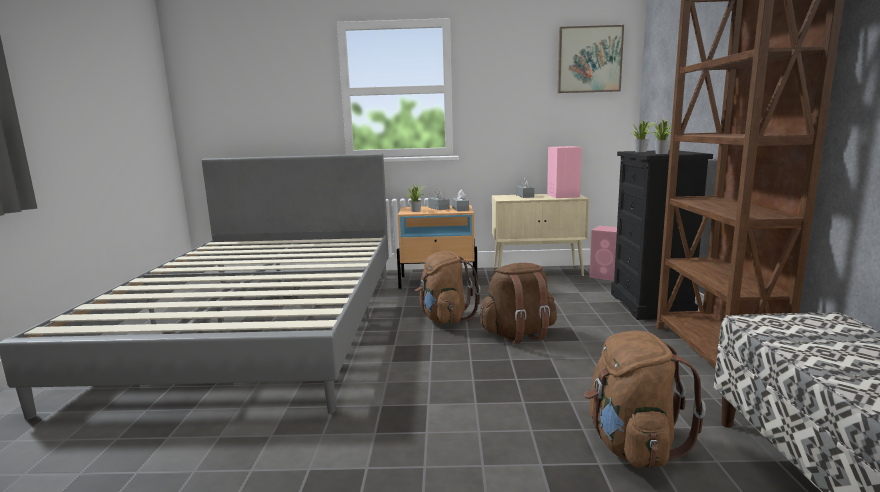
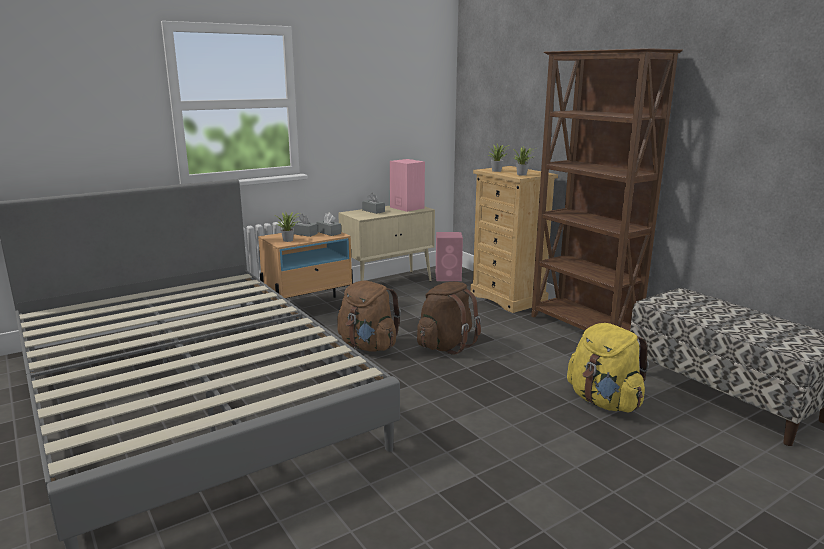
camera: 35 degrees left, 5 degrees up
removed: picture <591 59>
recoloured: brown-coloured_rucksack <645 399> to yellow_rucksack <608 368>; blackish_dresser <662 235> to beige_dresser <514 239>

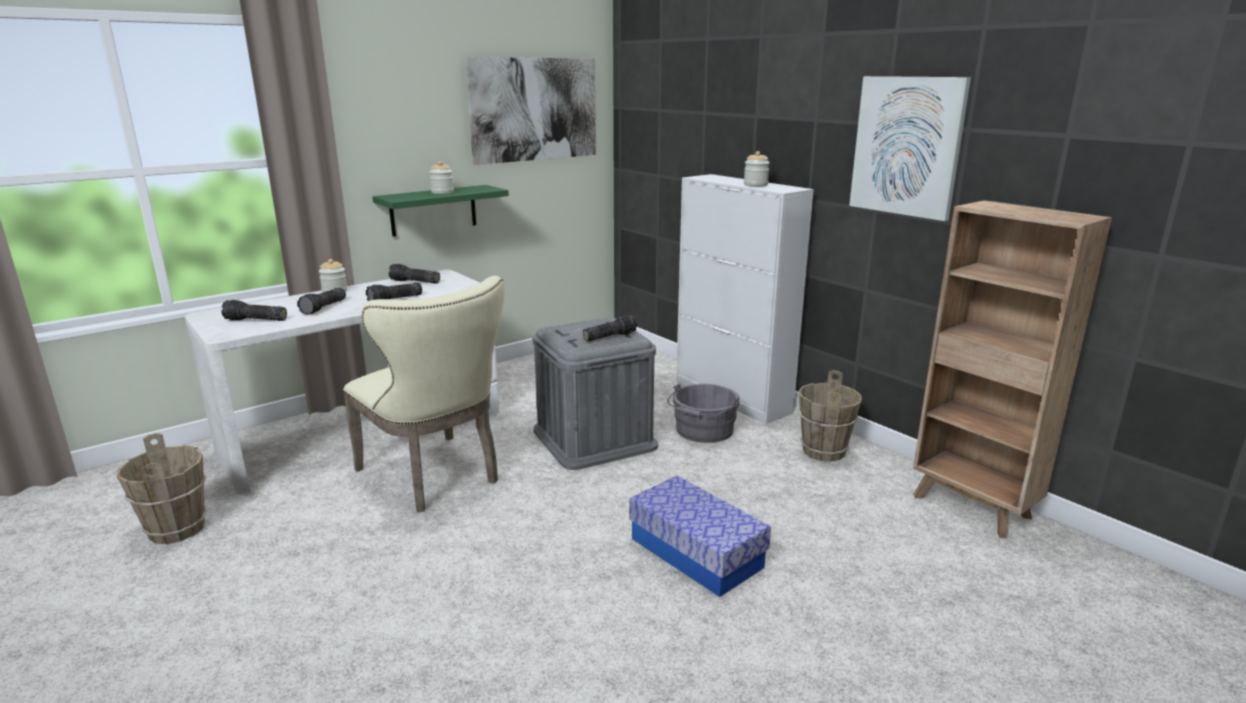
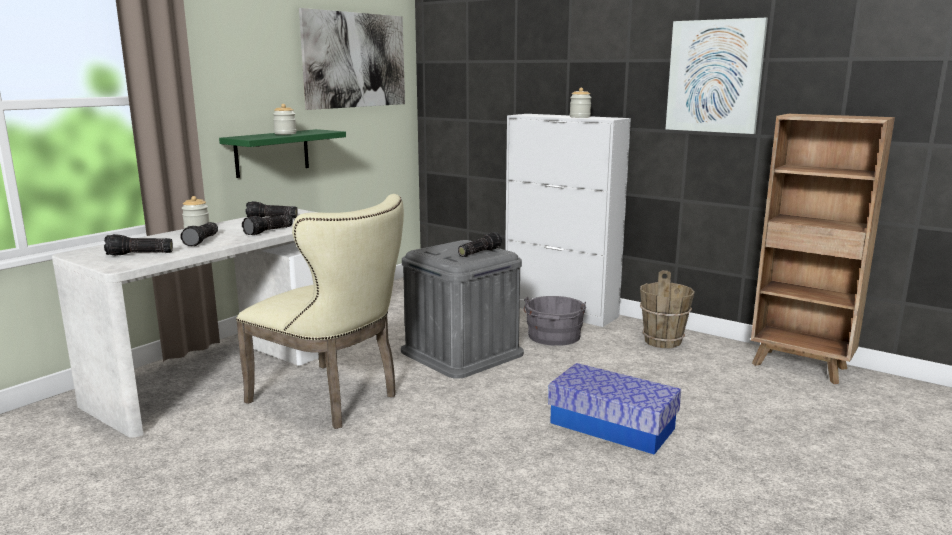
camera: 15 degrees left, 5 degrees down
removed: brown-coloured_pail <162 488>

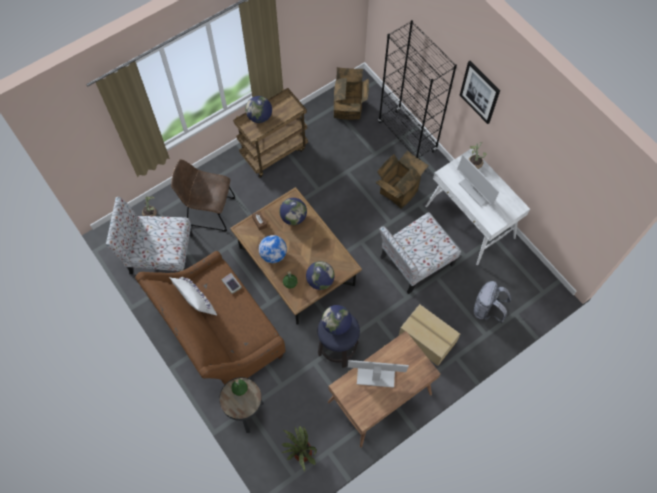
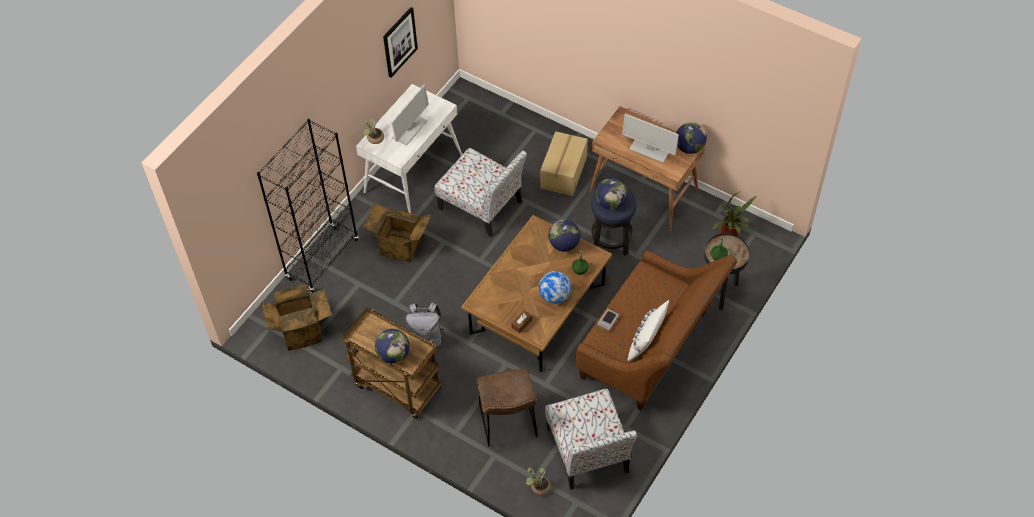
camera: 110 degrees left, 10 degrees down
moved: world_globe <293 211> to <691 138>; picture <480 92> to <400 42>; gray_rucksack <492 302> to <424 324>
turned: monitor <378 374> = <650 138> 45 degrees counterclockwise

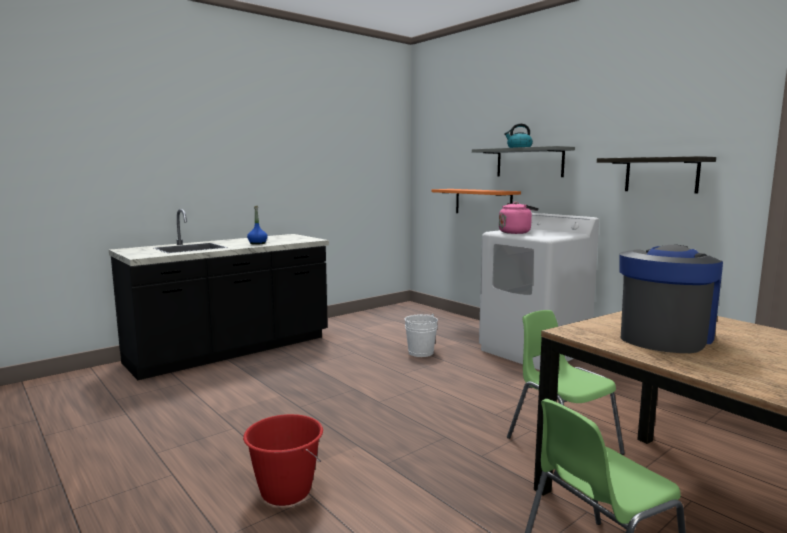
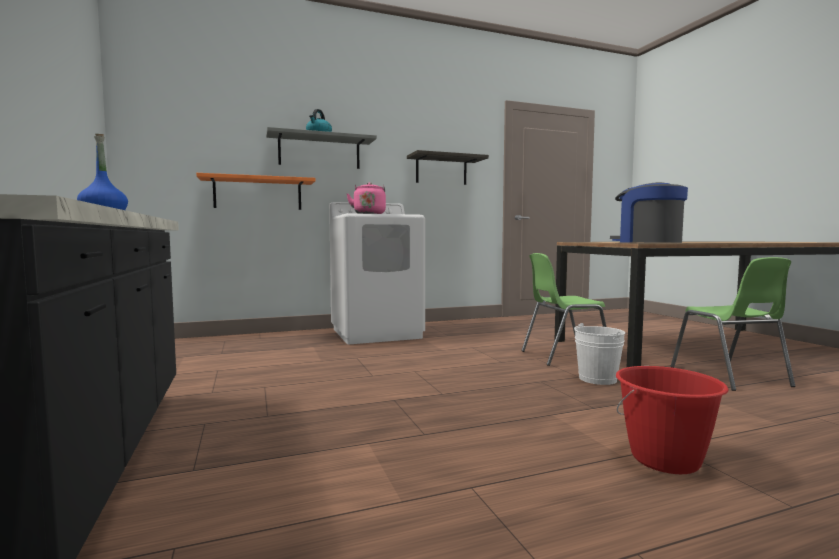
camera: 70 degrees left, 5 degrees down
moved: white-coloured_pail <421 335> to <599 354>

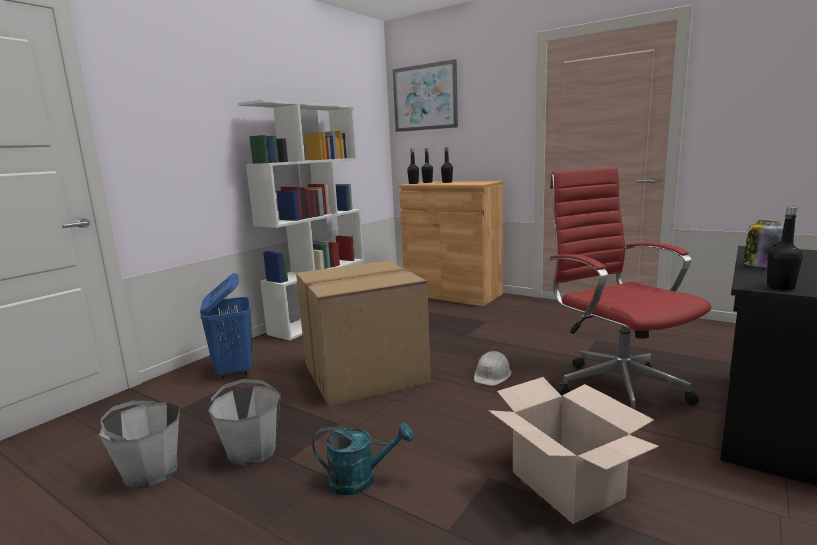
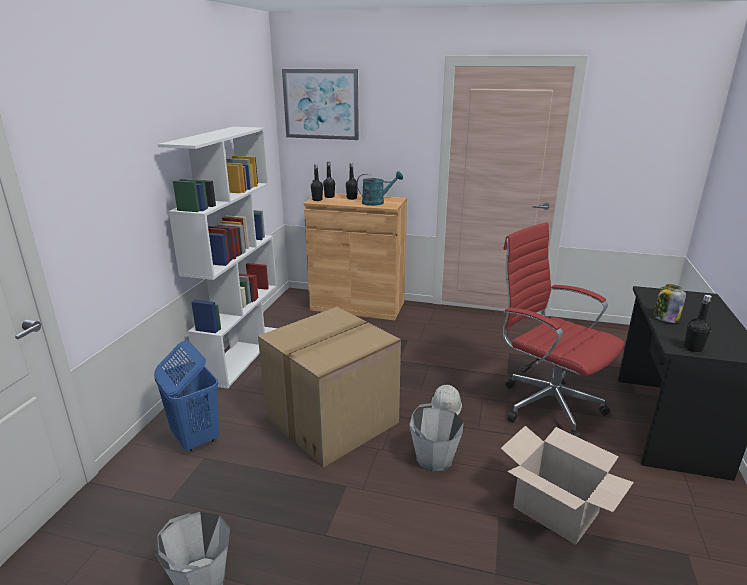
camera: 20 degrees left, 10 degrees up
moved: gray_pail <244 422> to <436 437>; turquoise_sprinkling_can <363 458> to <380 188>

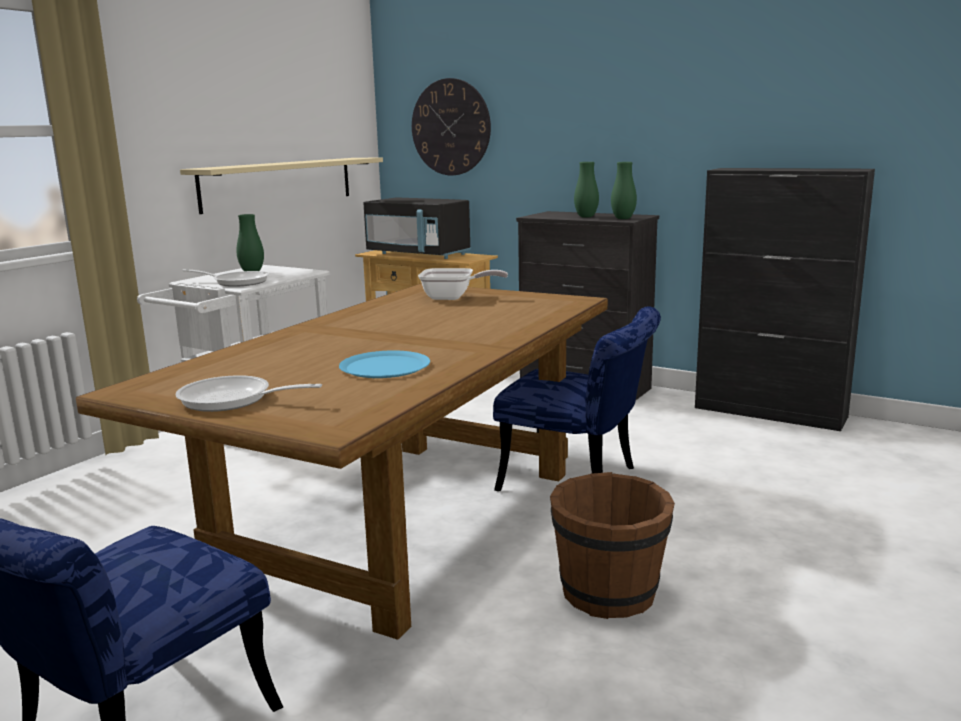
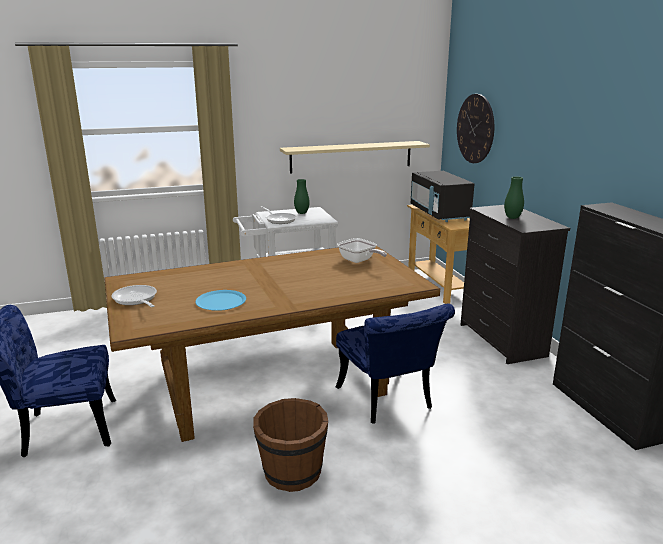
camera: 40 degrees right, 5 degrees up
removed: green_flower_vase <624 190>

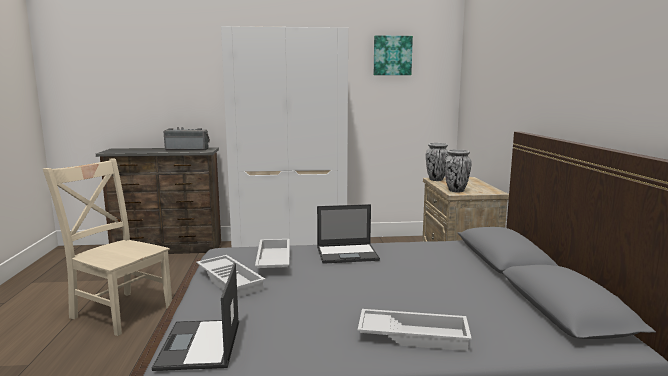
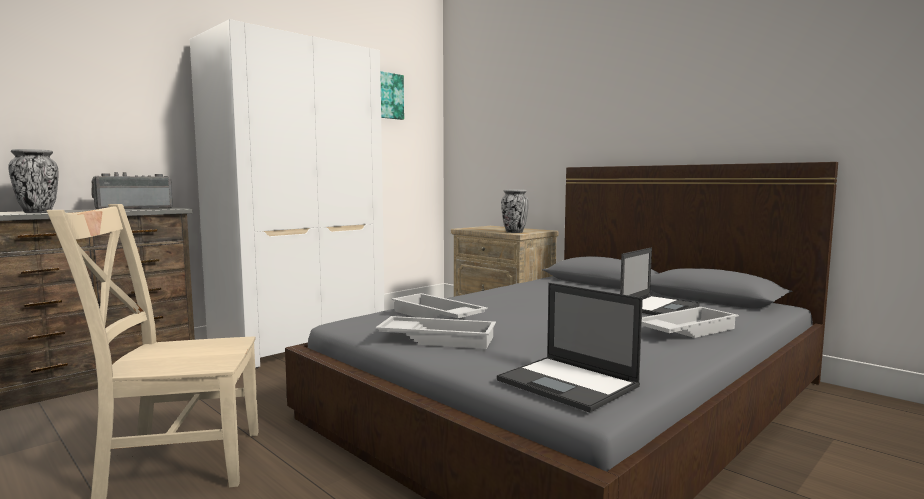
camera: 40 degrees left, 5 degrees down
moved: laptop <348 234> to <660 281>; flower_vase <437 162> to <33 181>

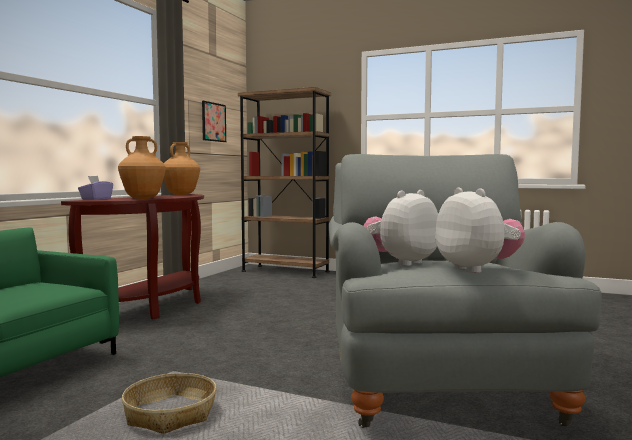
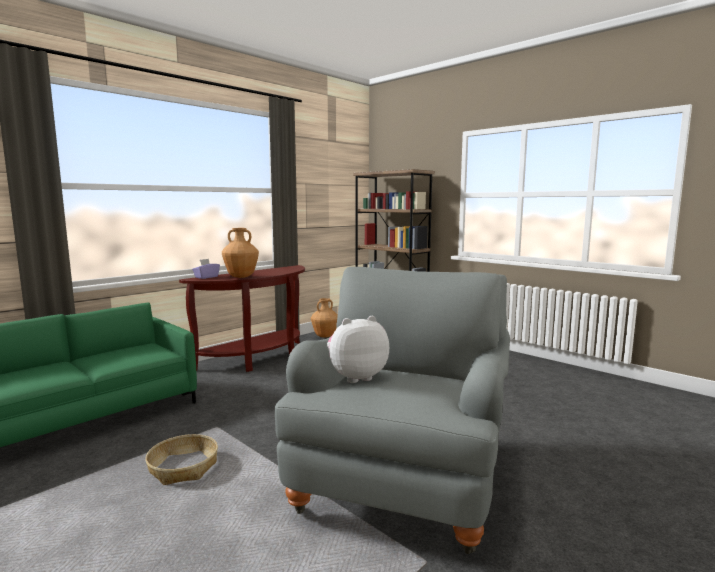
camera: 20 degrees right, 5 degrees up
removed: picture <214 121>; plush_toy <480 230>
moved: brown-coloured_flower_vase <181 168> to <324 318>

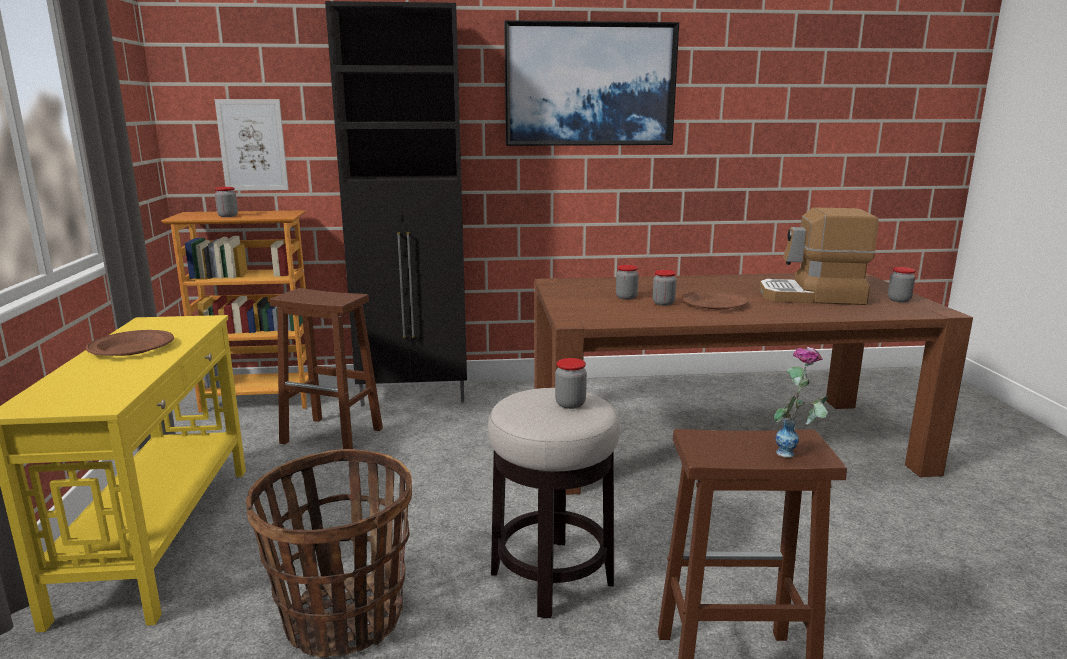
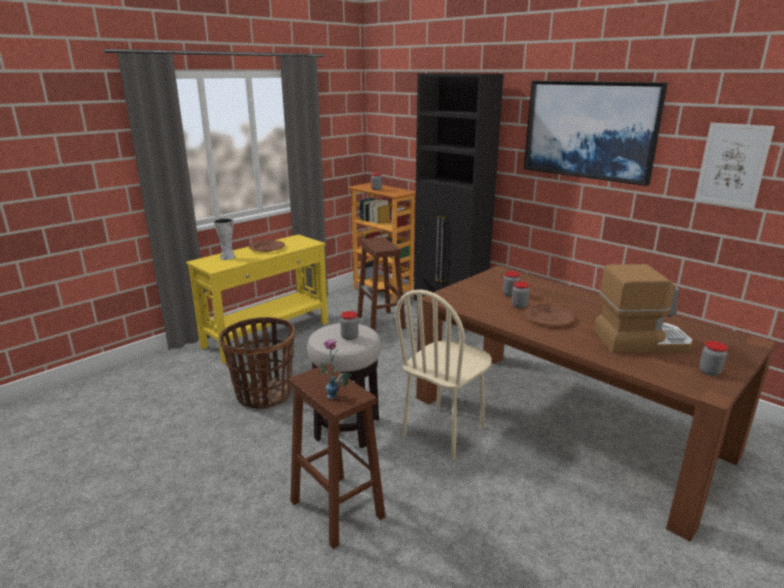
camera: 50 degrees right, 5 degrees up
added: flower_vase <224 239>; beige_upright_chair <443 374>
moved: picture <252 145> to <734 166>
turned: coffee_brewer <818 256> = <643 308> 120 degrees clockwise

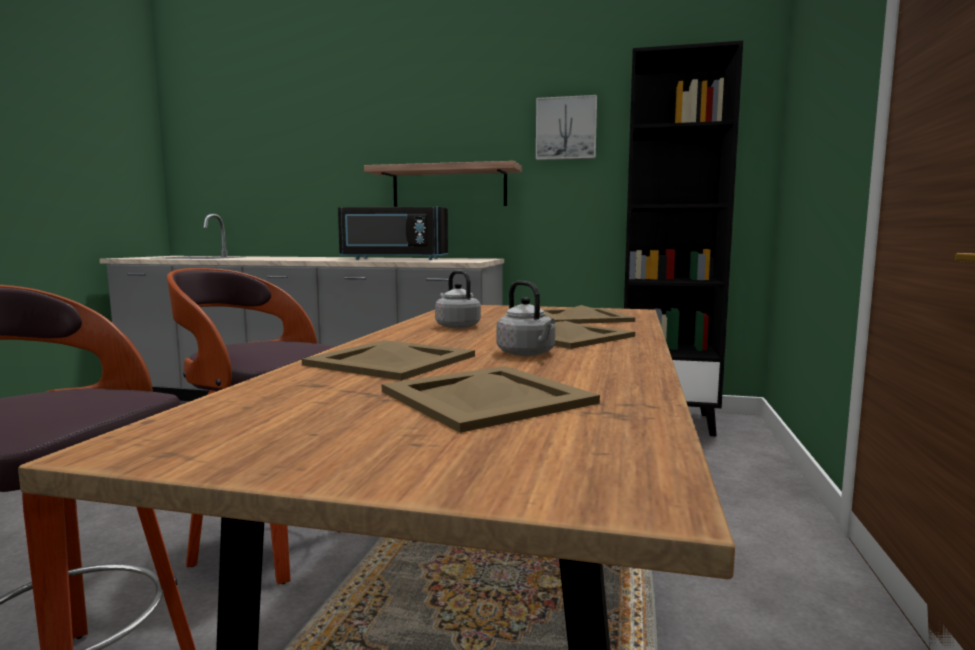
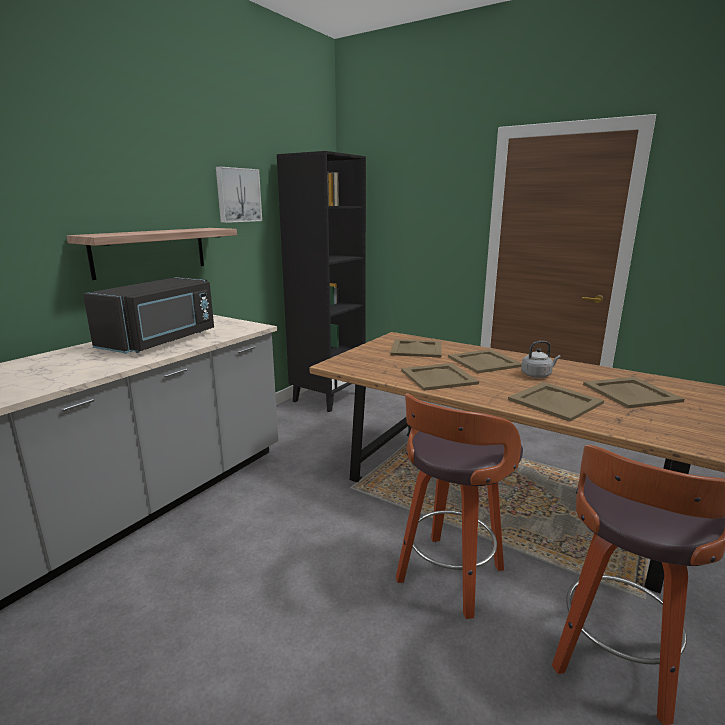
camera: 70 degrees left, 10 degrees up
replaced: gray_kettle <458 299> to beige_tray <440 377>

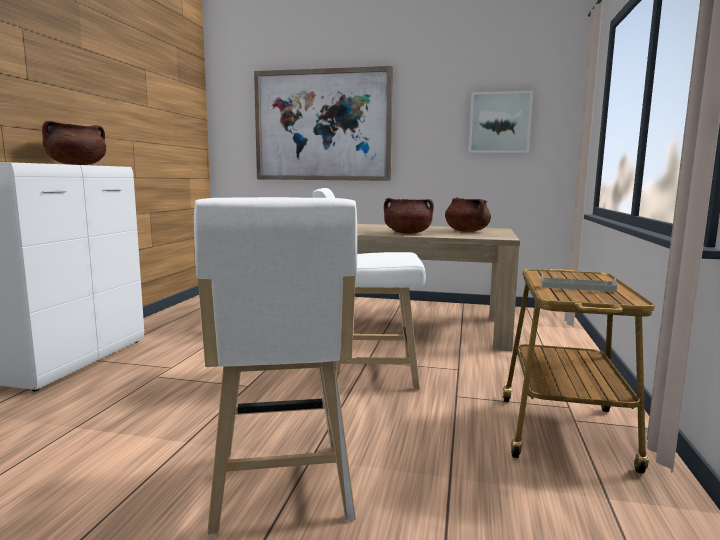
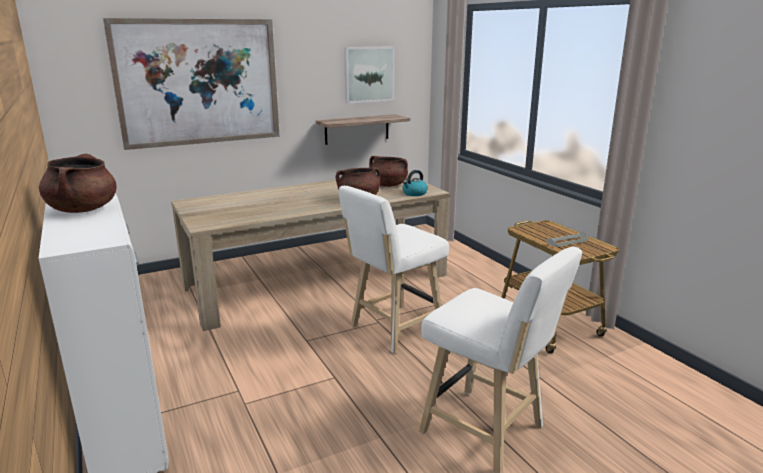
camera: 40 degrees left, 10 degrees up
added: shelf <363 129>; kettle <415 183>

